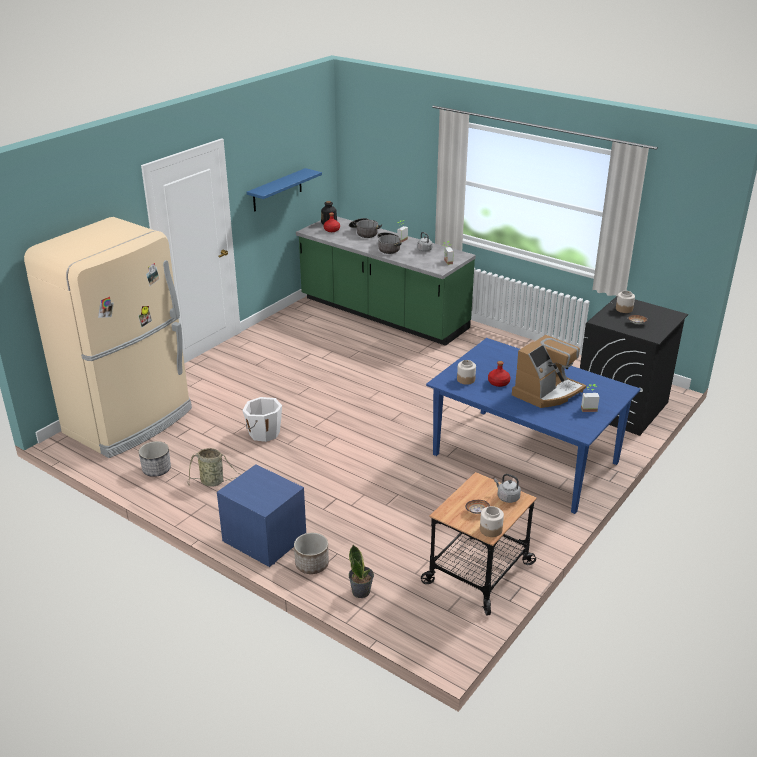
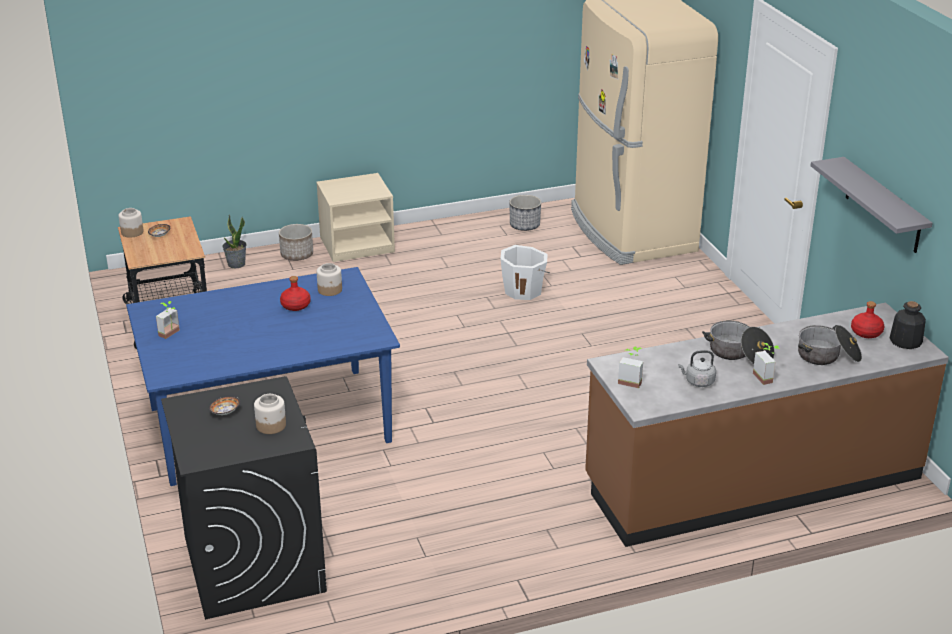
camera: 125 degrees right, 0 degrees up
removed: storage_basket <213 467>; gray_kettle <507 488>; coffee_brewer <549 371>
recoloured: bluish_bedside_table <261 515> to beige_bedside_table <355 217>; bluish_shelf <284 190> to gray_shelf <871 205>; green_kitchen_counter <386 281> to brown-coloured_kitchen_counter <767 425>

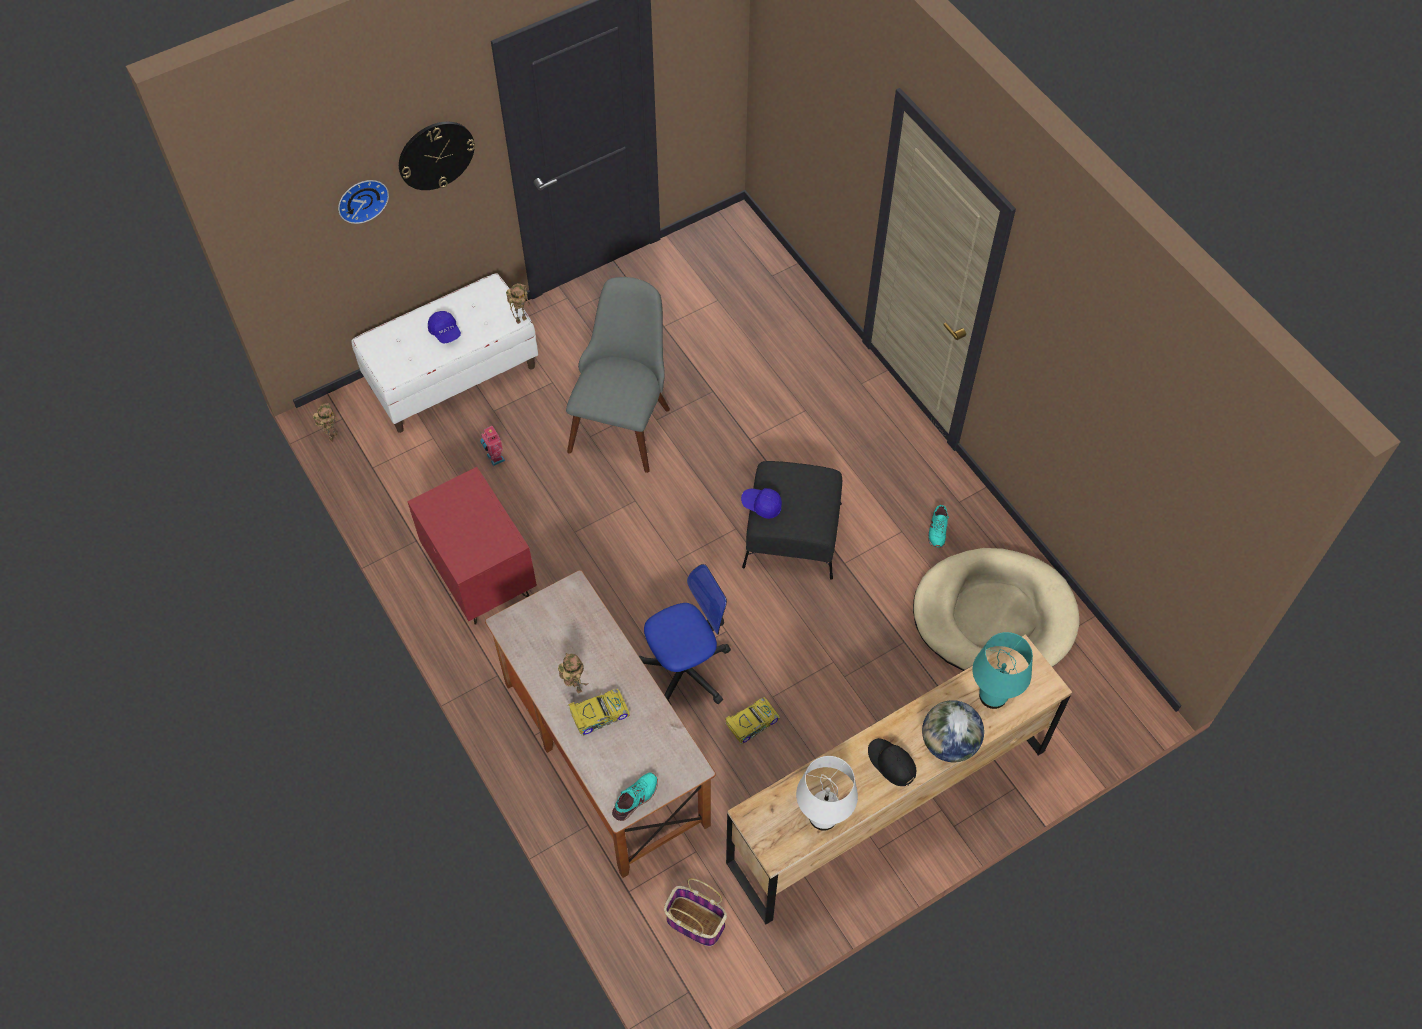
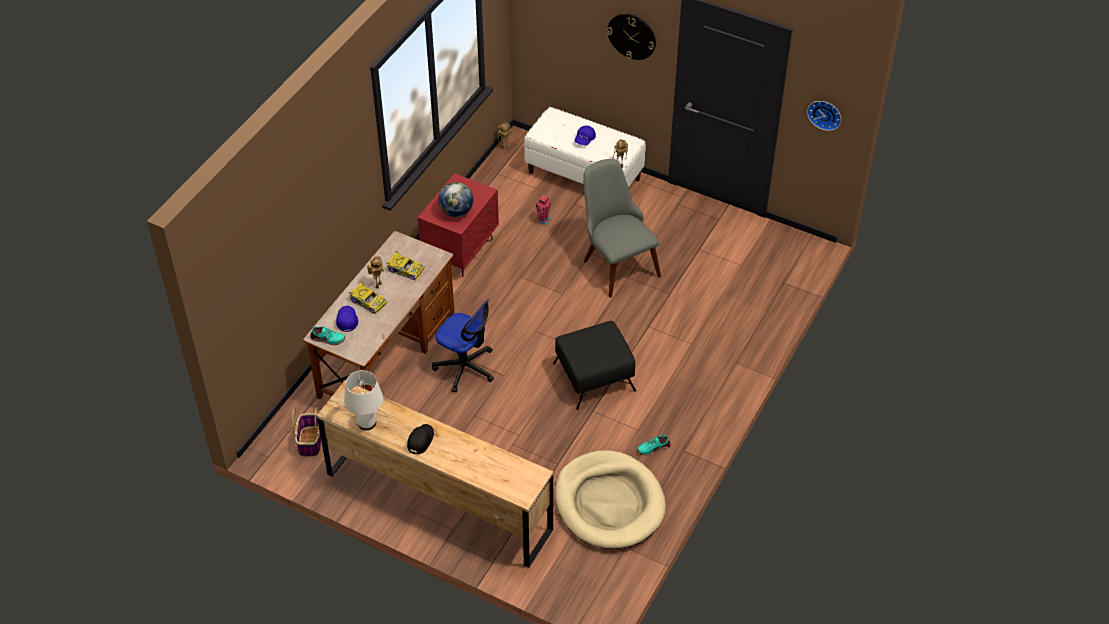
camera: 60 degrees right, 10 degrees down
removed: turquoise_tabletop_lamp <1002 670>
moved: wall_clock <363 202> to <824 116>; toy_car <752 720> to <405 266>; bluish_peaked_cap <761 503> to <347 319>; world_globe <953 731> to <455 199>
turned: gray_upright_chair <618 375> = <622 228> 105 degrees counterclockwise

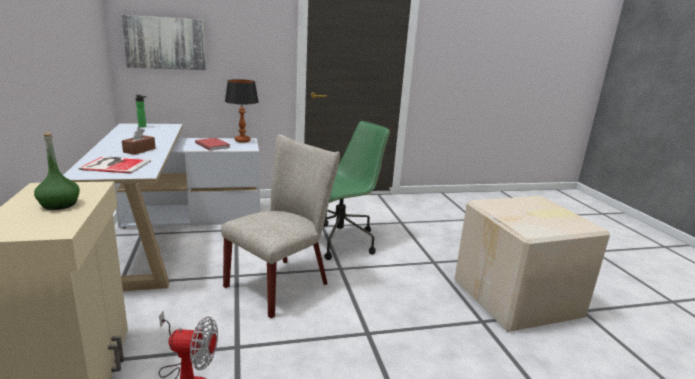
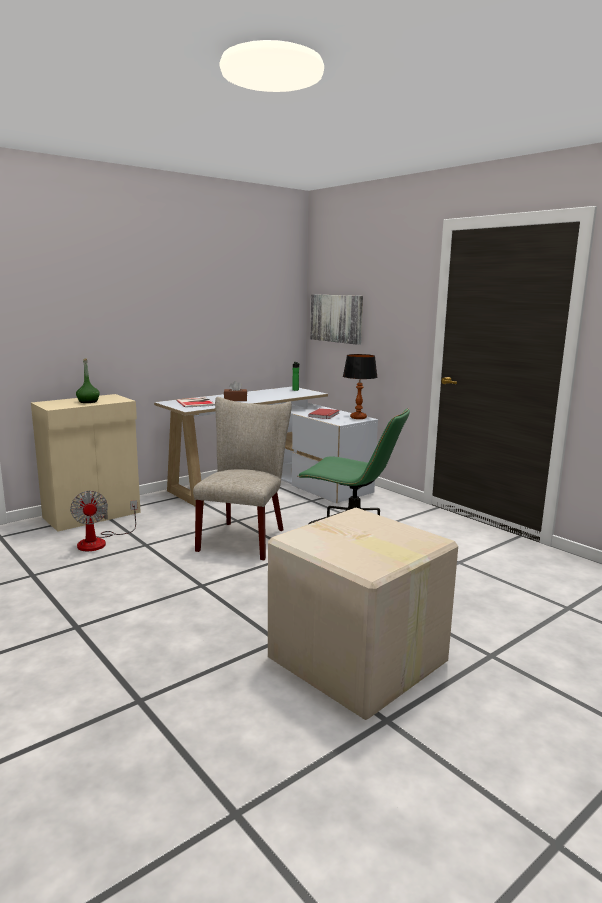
camera: 65 degrees right, 5 degrees down
turned: beige_upright_chair <280 226> = <242 478> 90 degrees counterclockwise

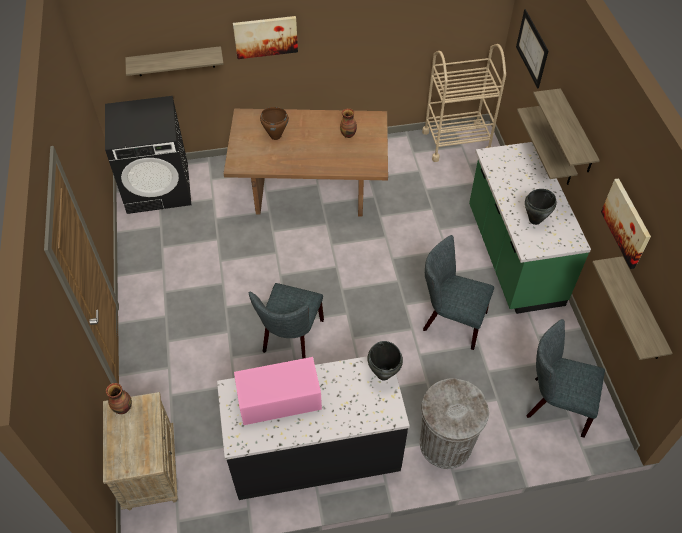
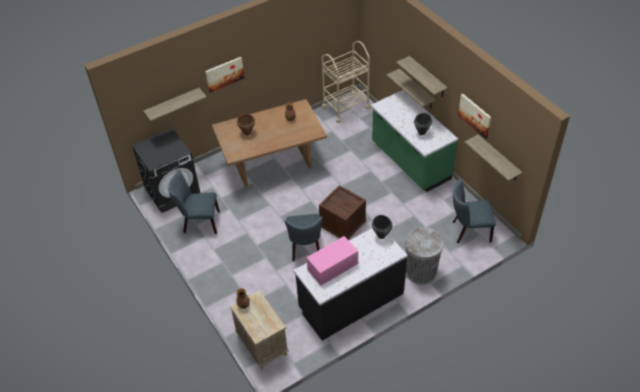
camera: 20 degrees left, 5 degrees down
removed: picture <532 49>
added: crate <342 212>
moved: gray_upright_chair <458 292> to <194 202>

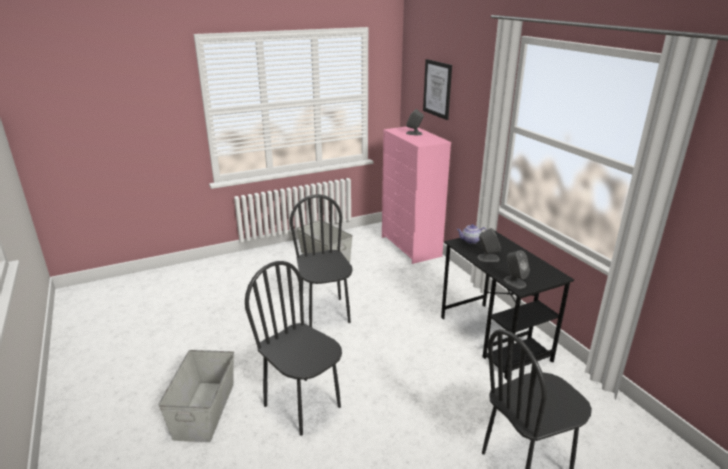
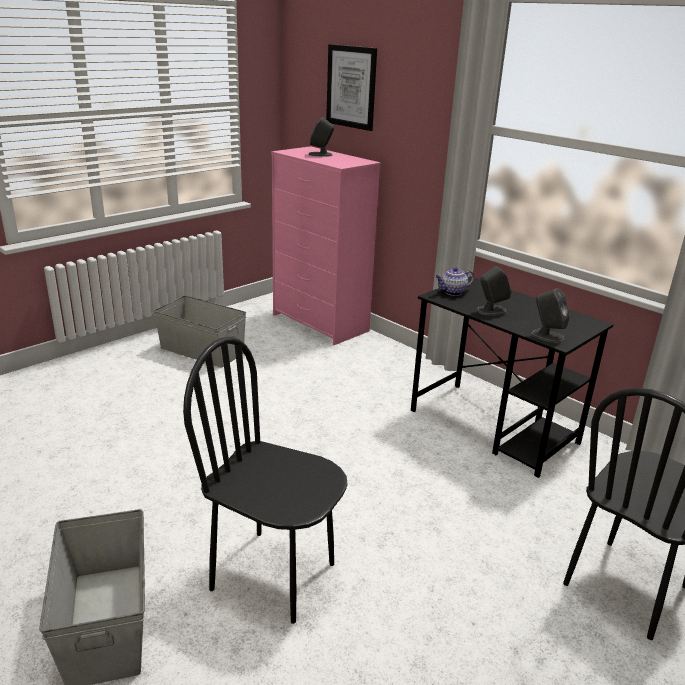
camera: 20 degrees left, 0 degrees up
removed: blackish_upright_chair <321 261>

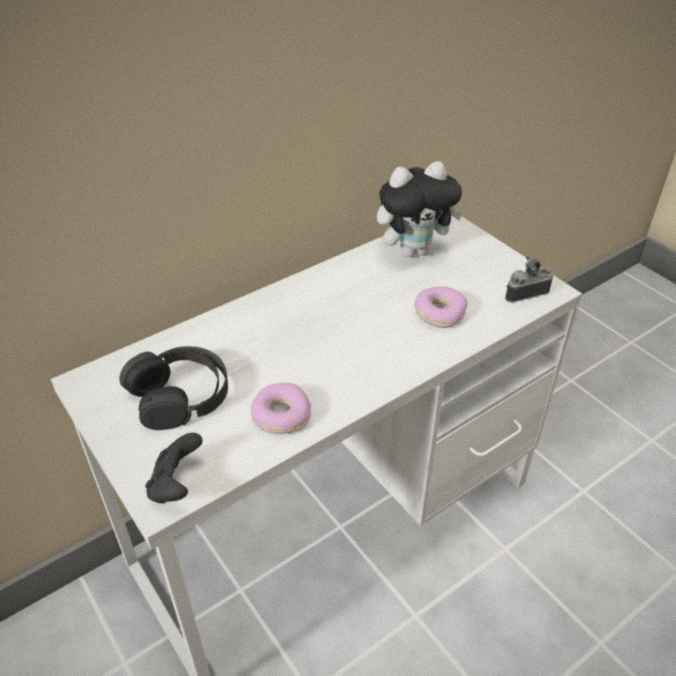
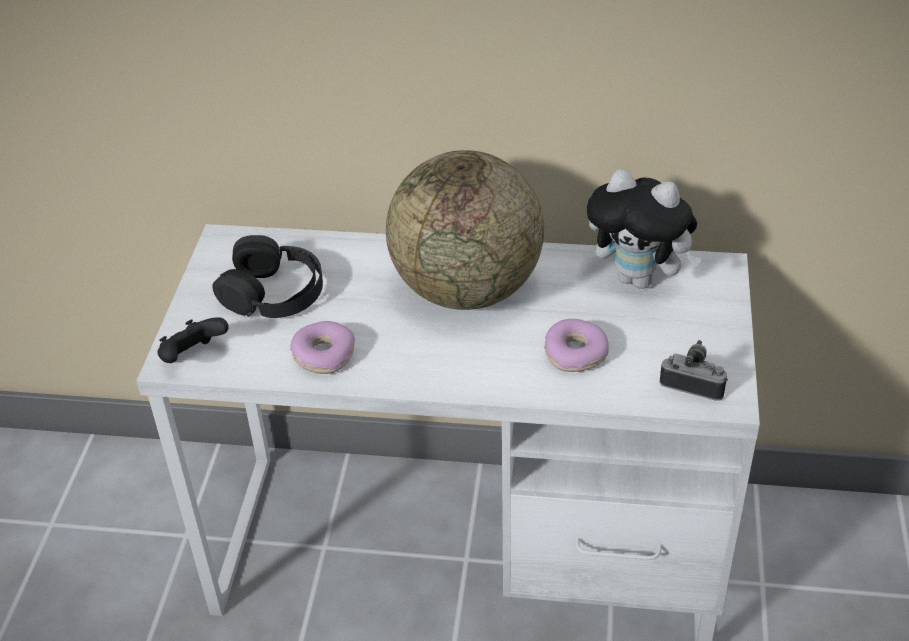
camera: 45 degrees right, 0 degrees up
added: world_globe <465 230>

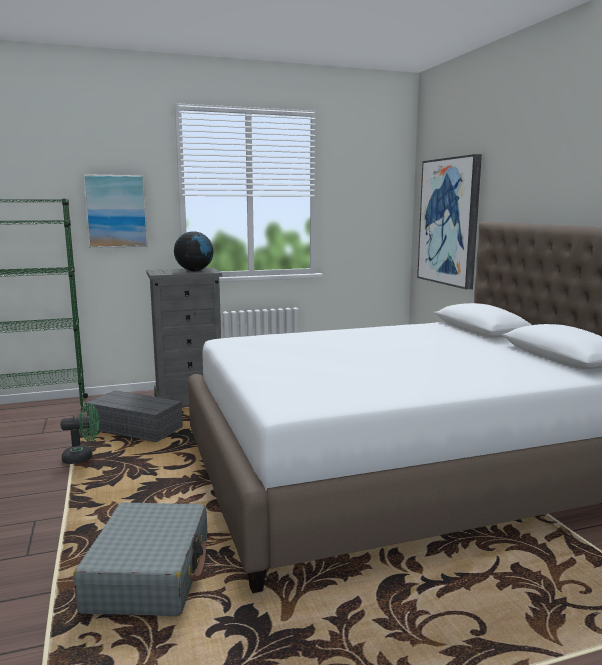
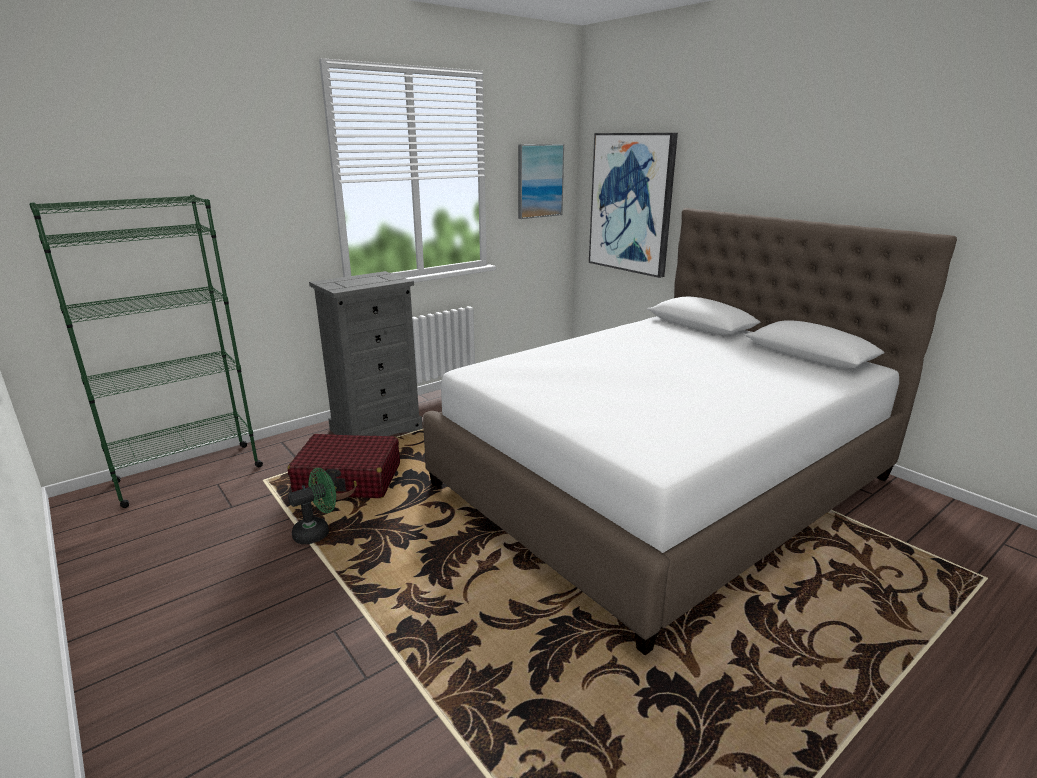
camera: 20 degrees left, 10 degrees up
removed: gray_suitcase <140 559>; world_globe <193 251>
moved: picture <115 211> to <541 181>
replaced: gray_storage_bin <134 416> to red-coloured_suitcase <343 467>

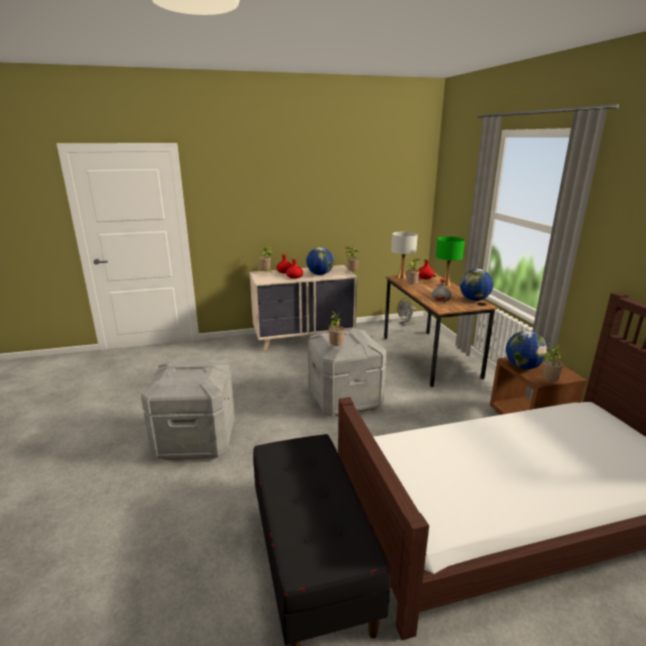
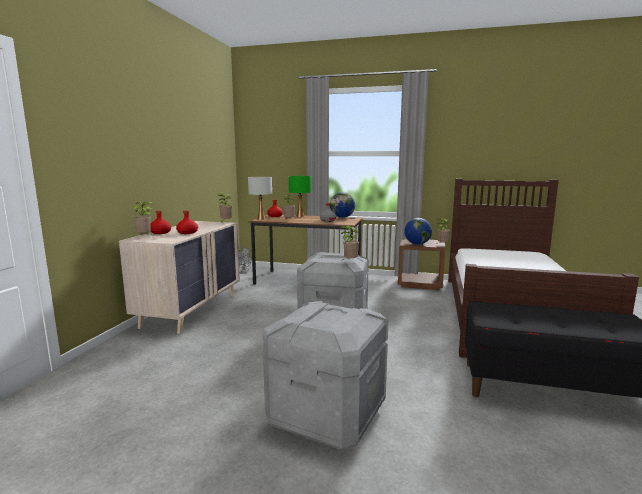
camera: 60 degrees left, 10 degrees down
removed: world_globe <320 261>

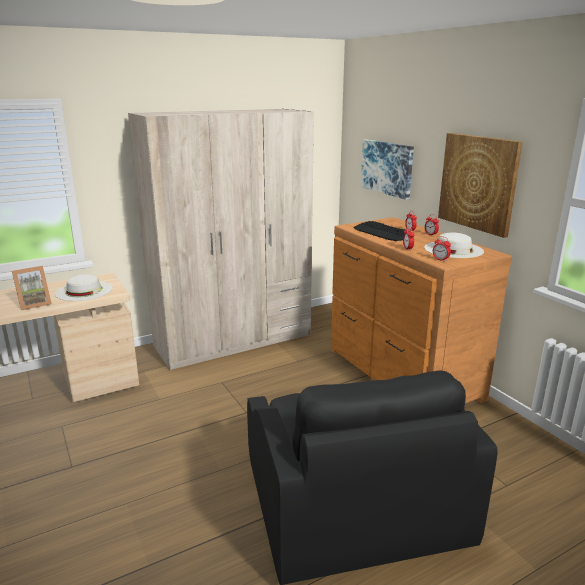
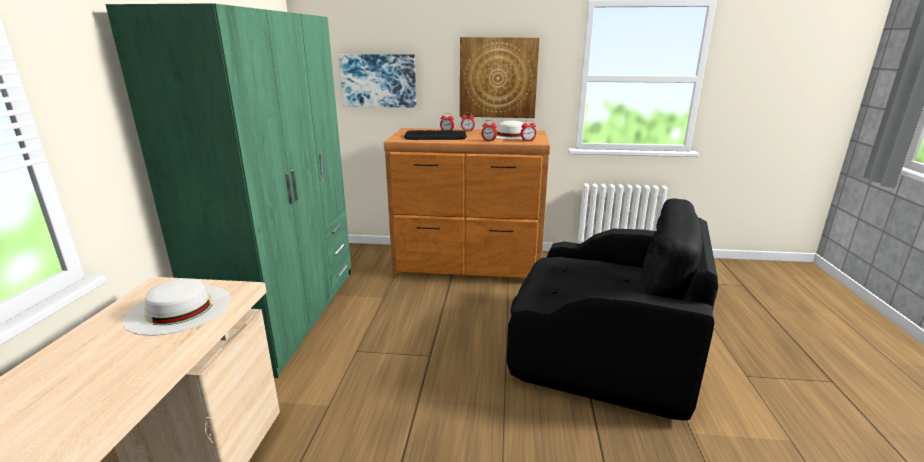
camera: 55 degrees left, 0 degrees up
removed: standing_frame <32 288>
recoloured: beige_wardrobe <221 240> to green_wardrobe <228 190>

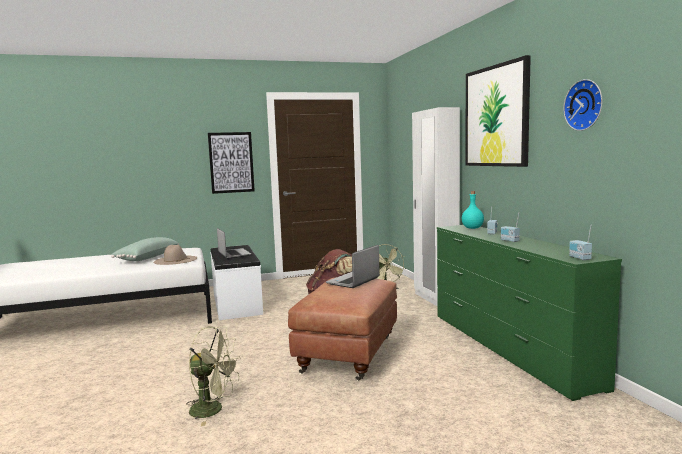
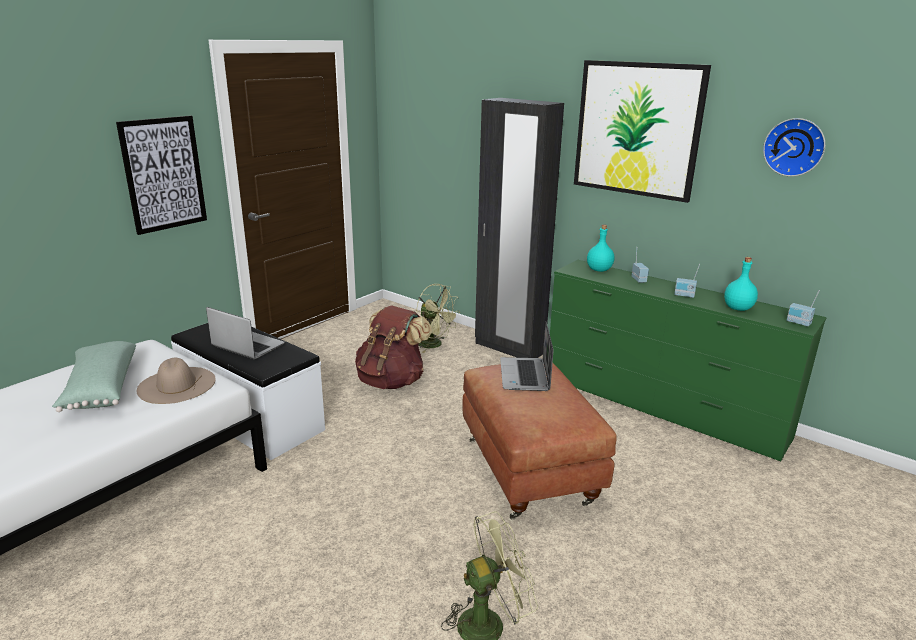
camera: 35 degrees left, 15 degrees up
added: turquoise_bottle <741 284>
recoloured: white-coloured_wardrobe <436 206> to blackish_wardrobe <519 228>

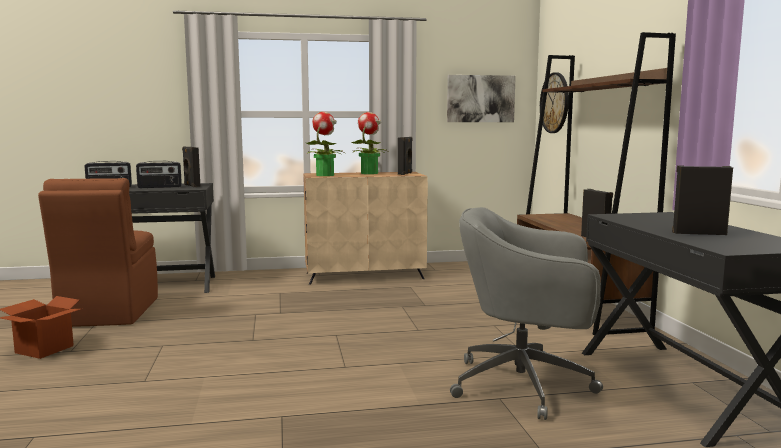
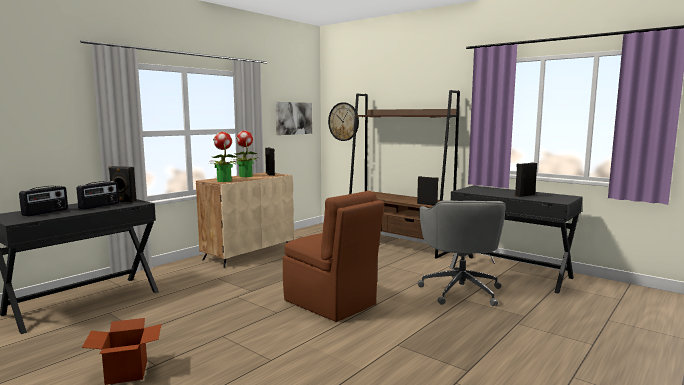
camera: 40 degrees left, 0 degrees up
moved: brown-coloured_upright_chair <98 252> to <333 256>
turned: gray_desk_chair <526 313> = <462 253> 60 degrees counterclockwise

